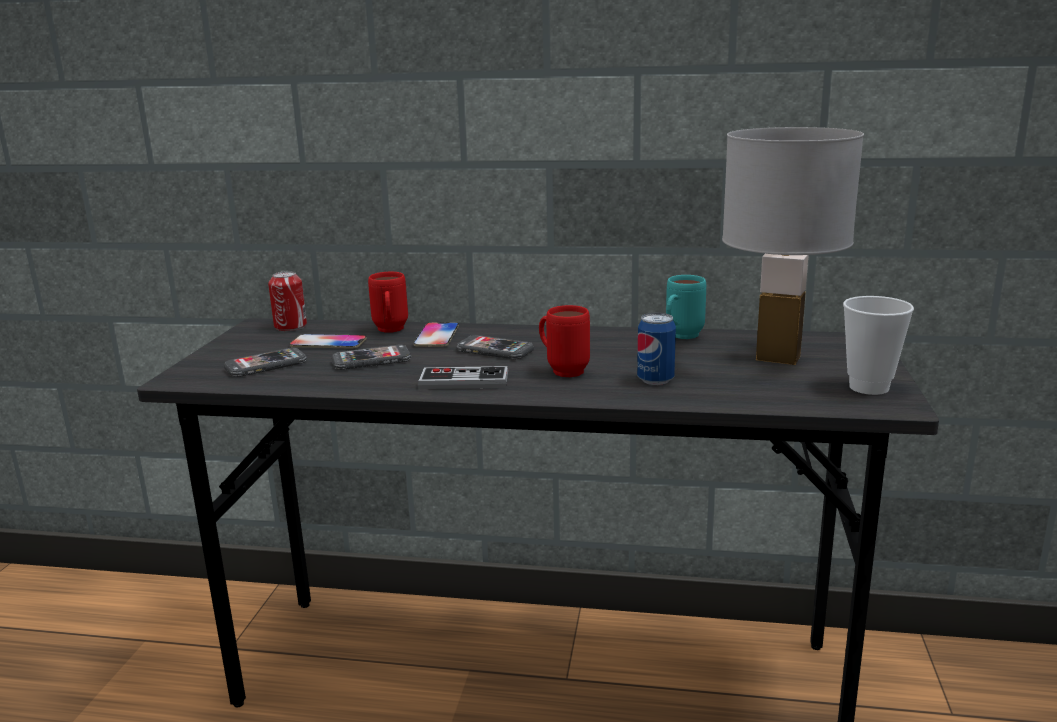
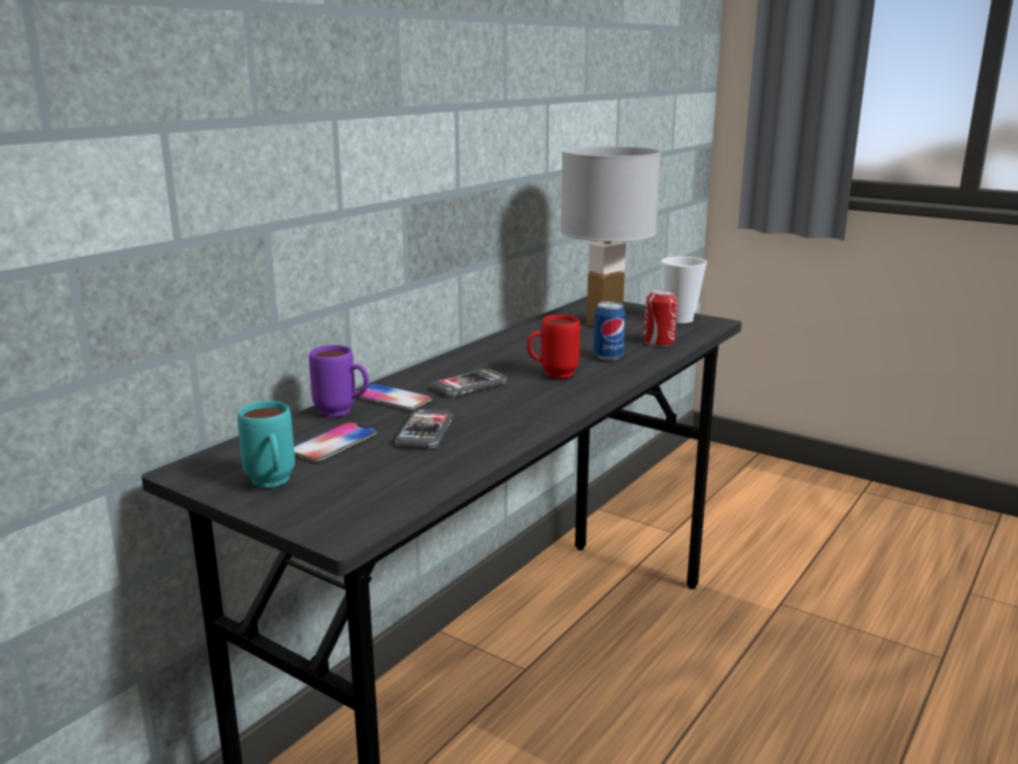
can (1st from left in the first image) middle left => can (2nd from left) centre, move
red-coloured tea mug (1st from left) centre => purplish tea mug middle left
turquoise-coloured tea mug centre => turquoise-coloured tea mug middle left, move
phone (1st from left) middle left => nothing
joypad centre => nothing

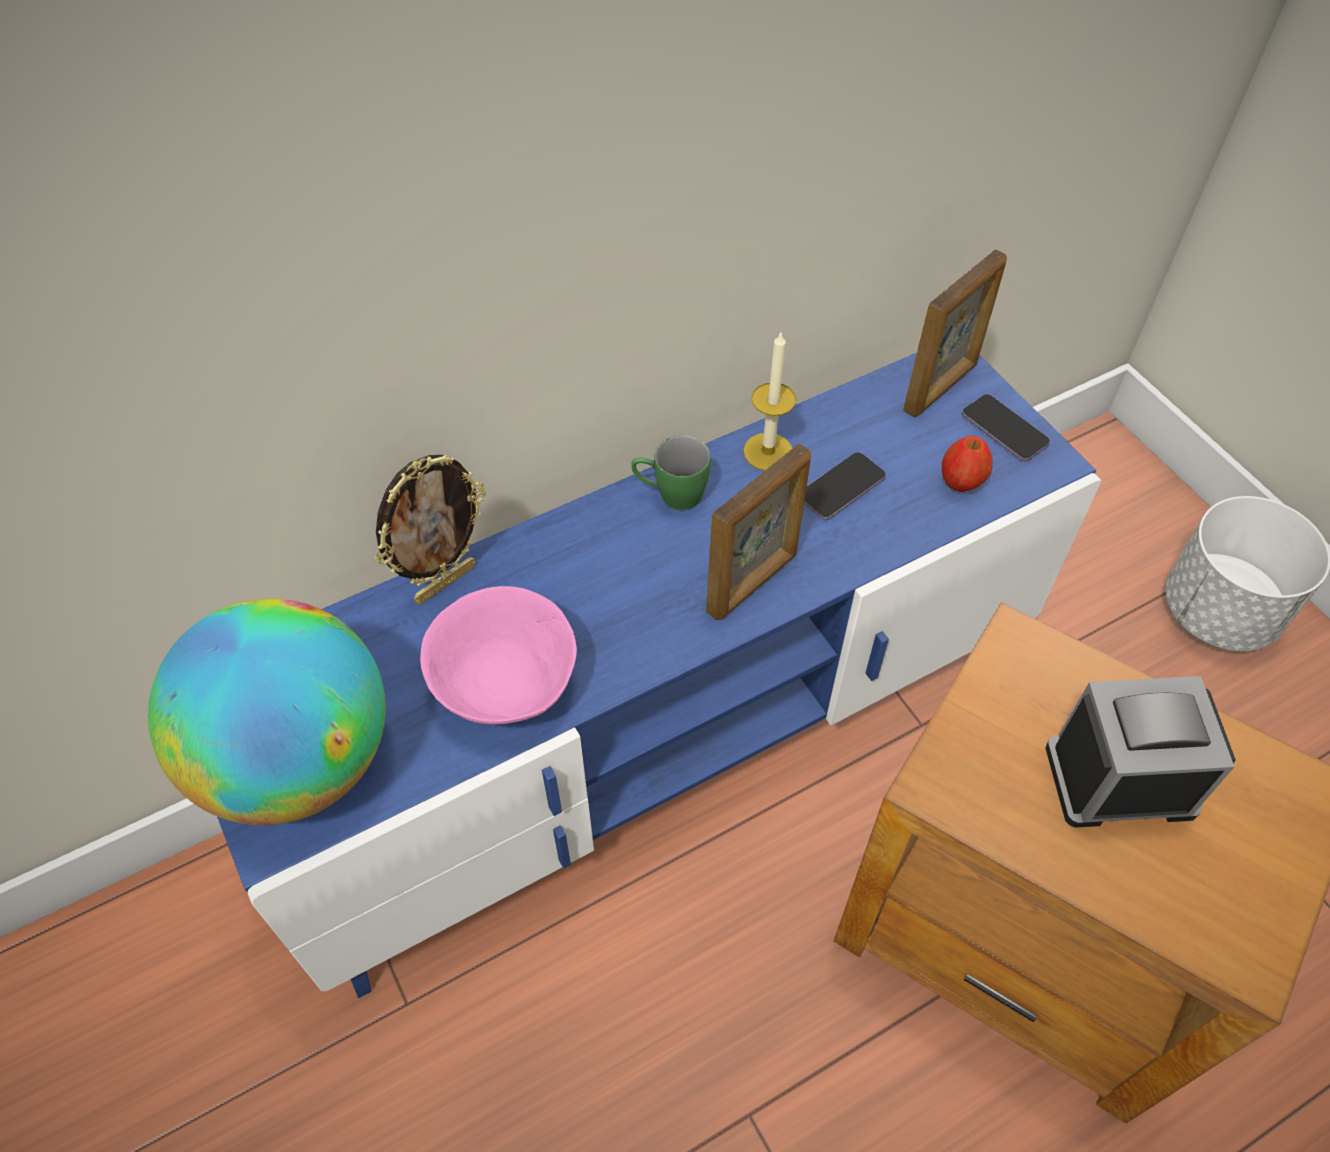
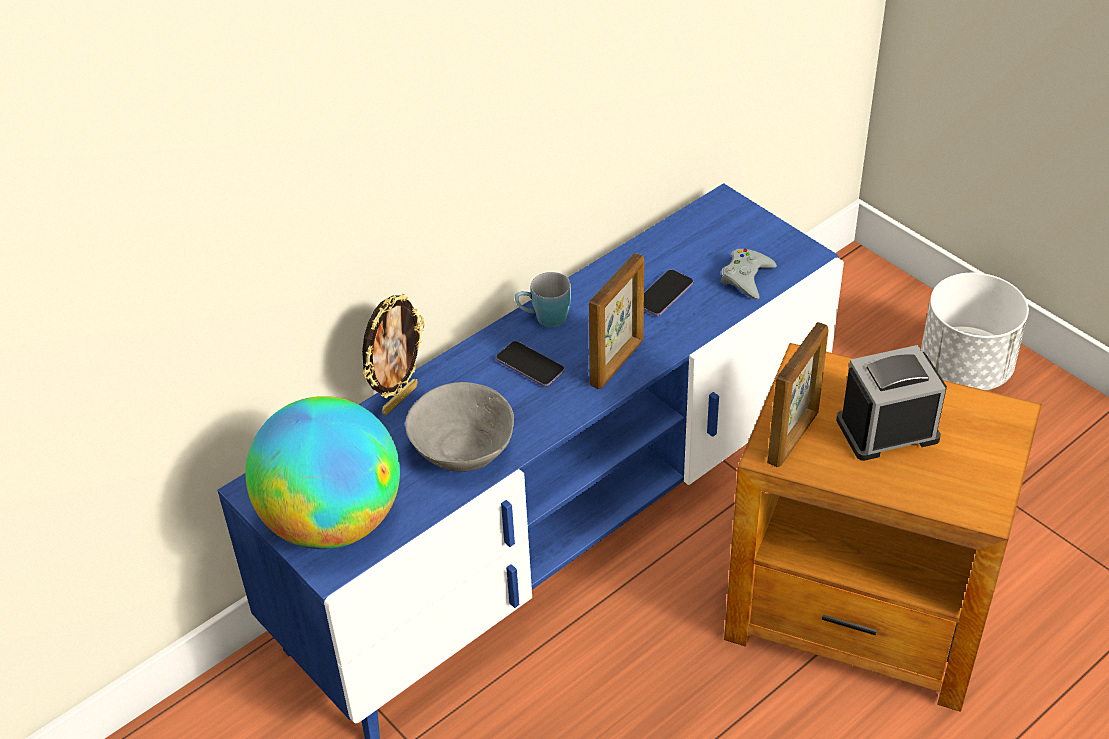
photo frame (3rd from left) top right => photo frame (3rd from left) middle right, move
wax candle centre => nothing
phone (2nd from left in the first image) middle right => phone (1st from left) centre, move
green-coloured tea mug centre => bluish tea mug centre
apple middle right => grey joypad middle right
pink-coloured serving bowl centre => grey serving bowl centre

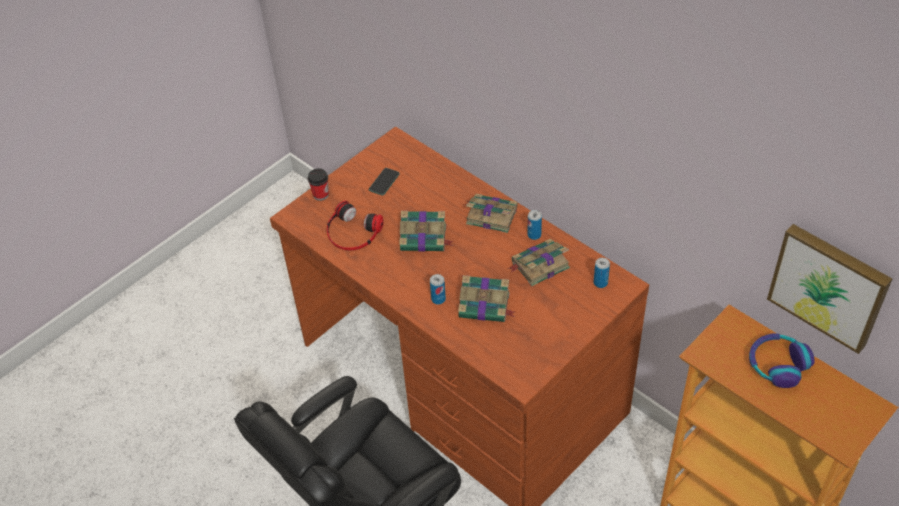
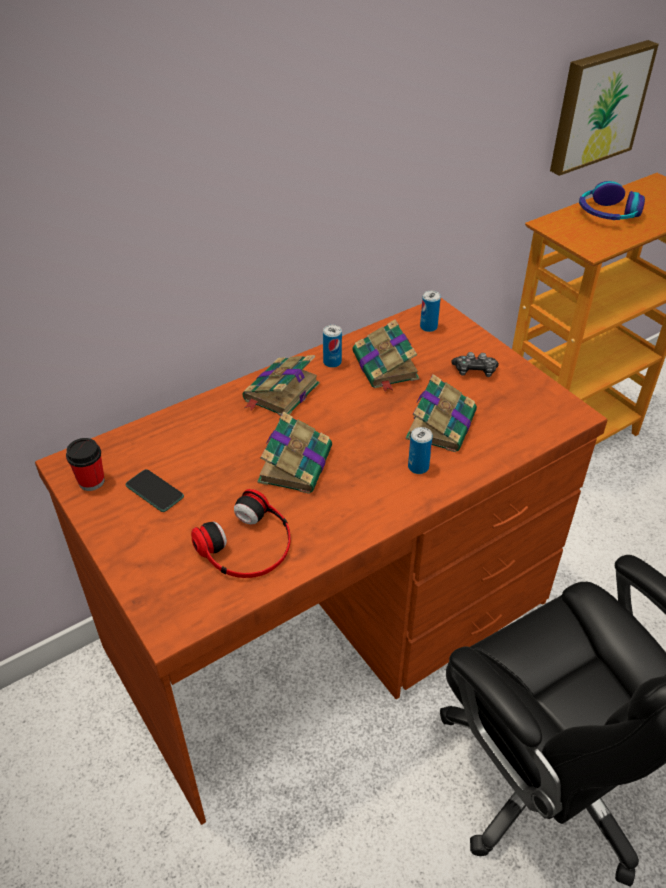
small cup centre => small cup middle left, move
nothing => joypad middle right

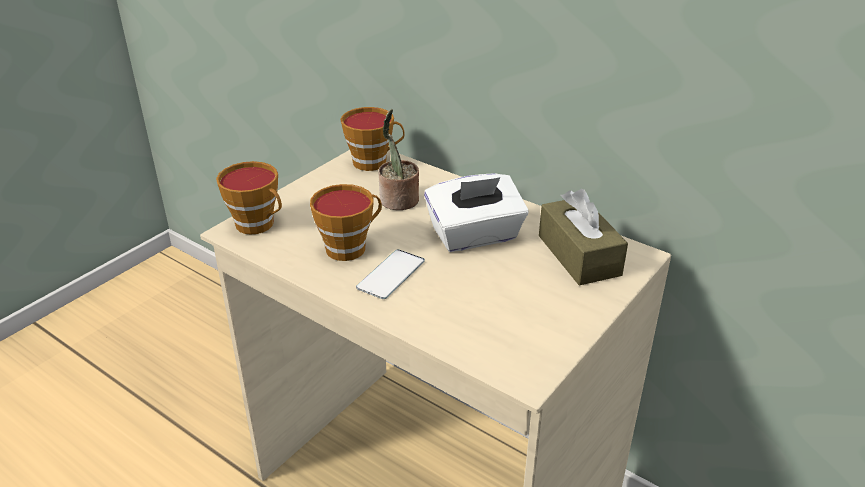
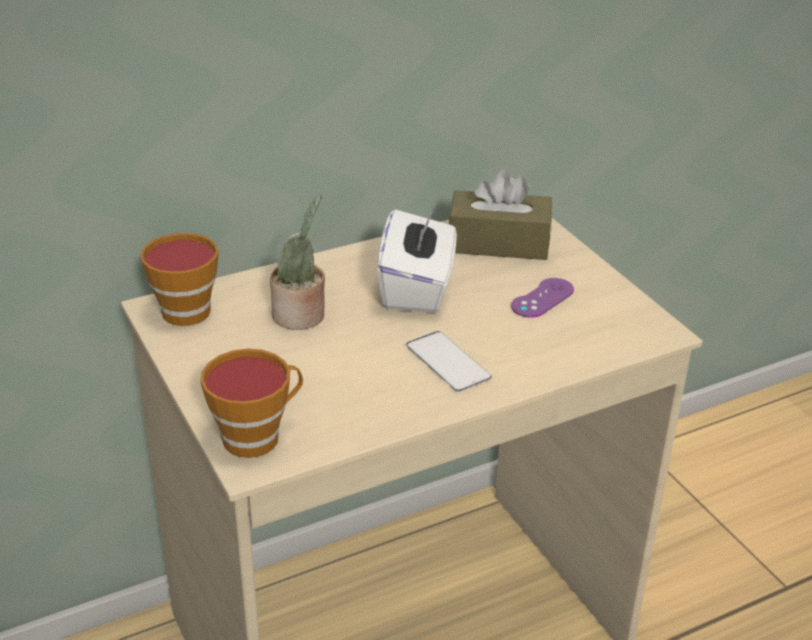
small cup (2nd from left) centre => nothing
nothing => purplish joypad middle right

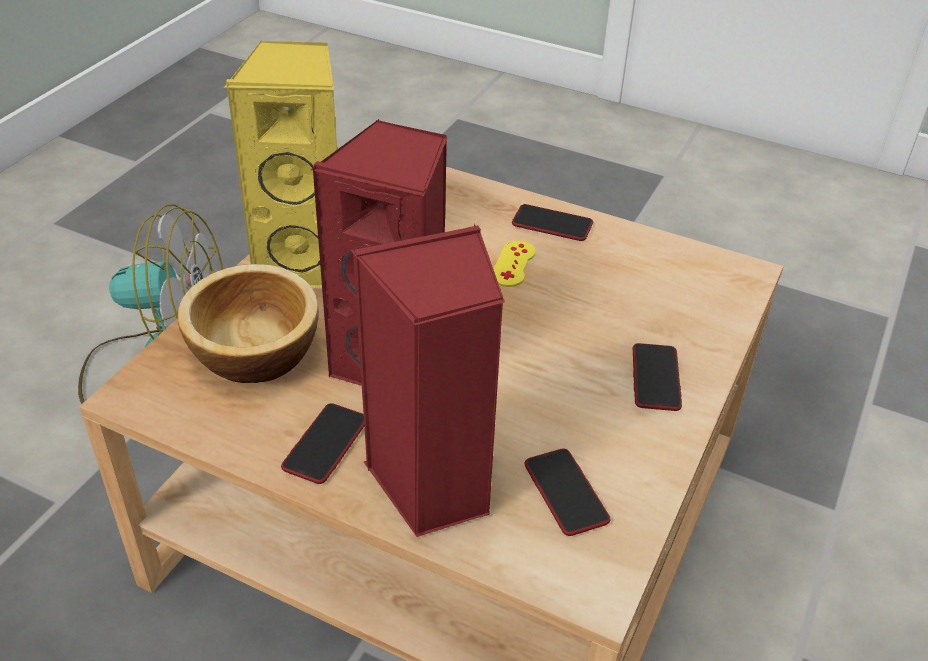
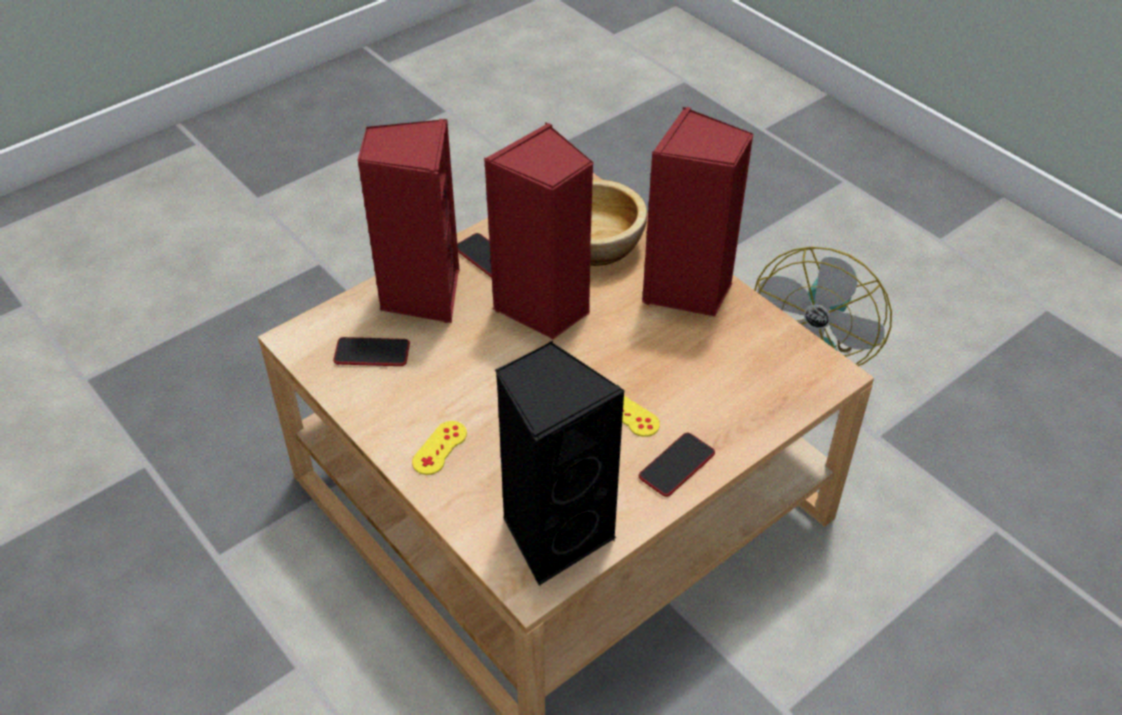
yellowish loudspeaker top left => red-coloured loudspeaker (3rd from left) top centre
phone (4th from left) middle right => yellowish joypad (1st from left) centre
nothing => black-coloured loudspeaker centre

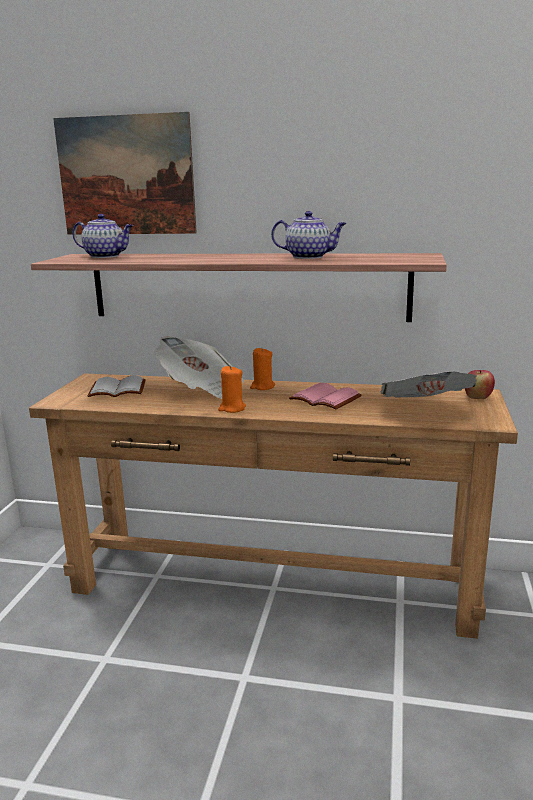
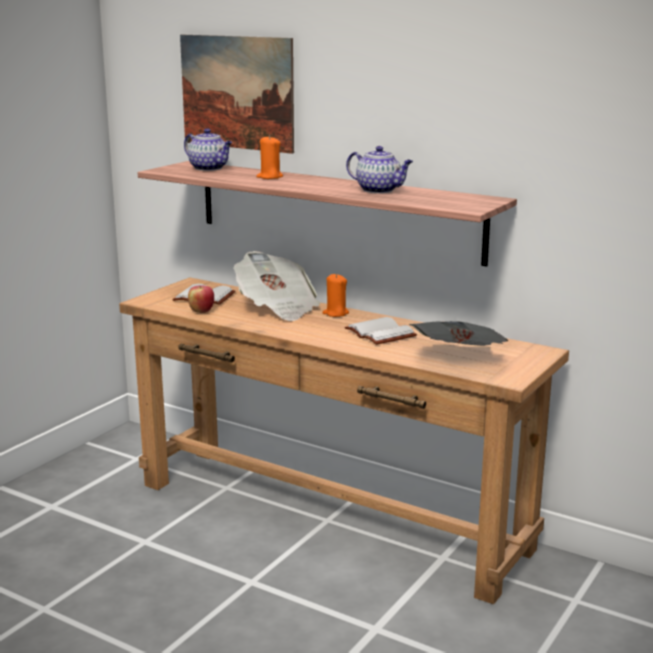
orange wax candle (1st from left) centre => orange wax candle (1st from left) top centre, move
apple middle right => apple middle left, move
pink-coloured volume centre => white volume (2nd from left) centre

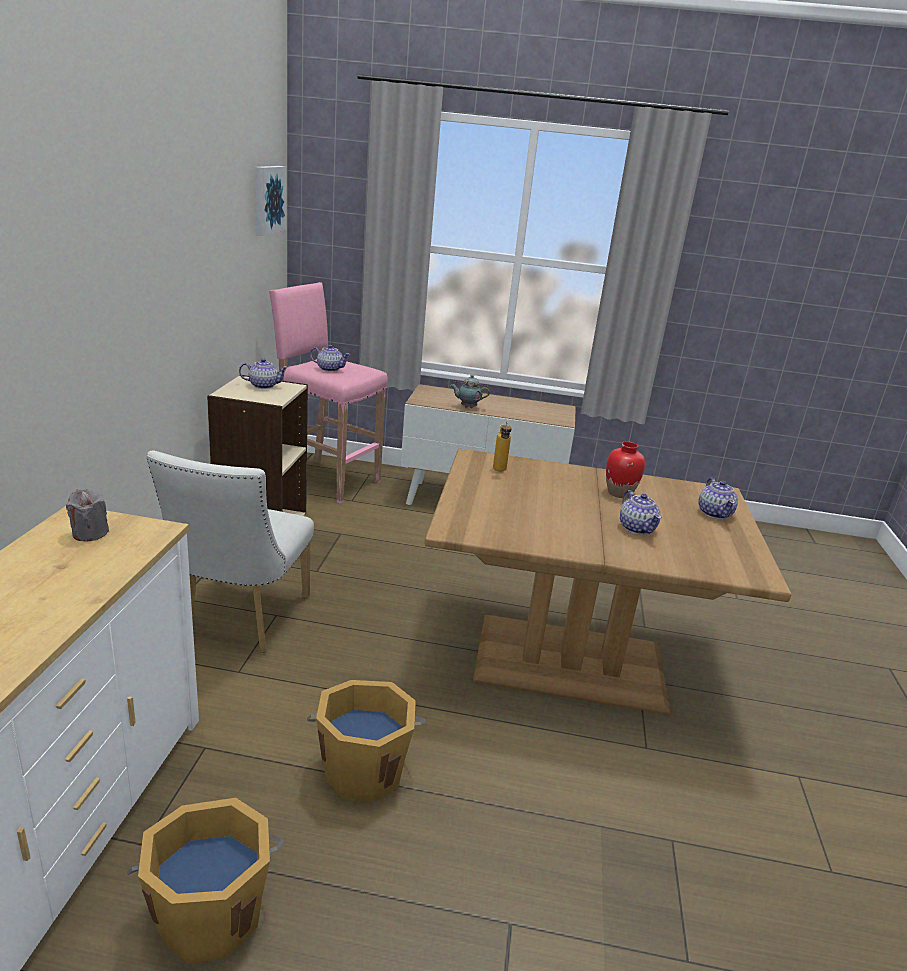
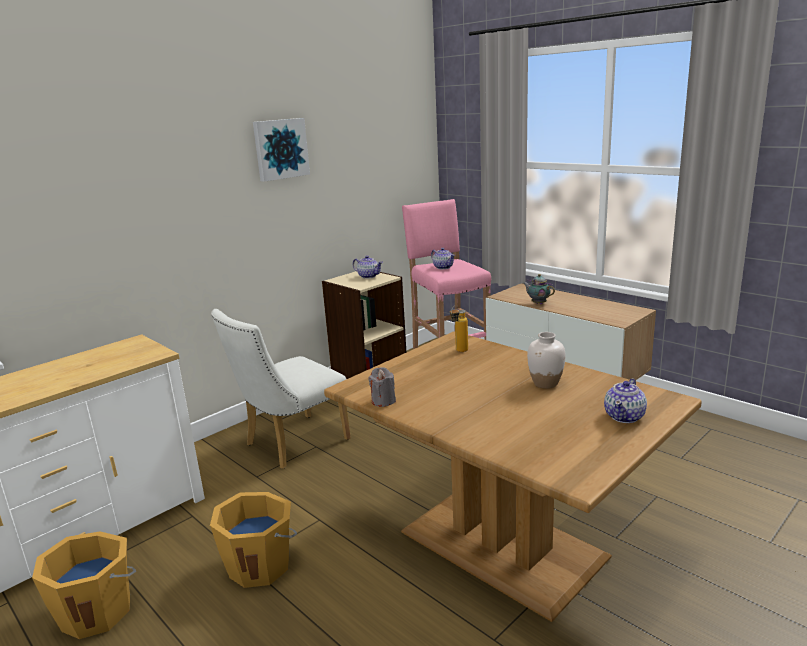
picture top left => picture top centre, move
red-coloured vase middle right => white vase middle right
grey wax candle middle left => grey wax candle centre, move
tea pot (4th from left) middle right => nothing

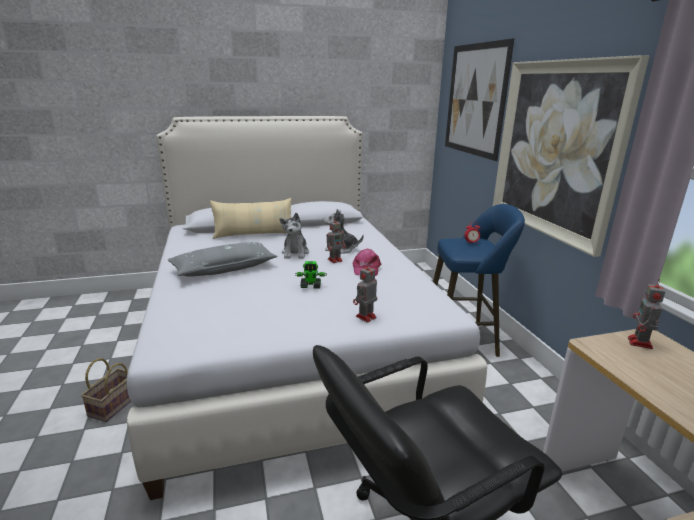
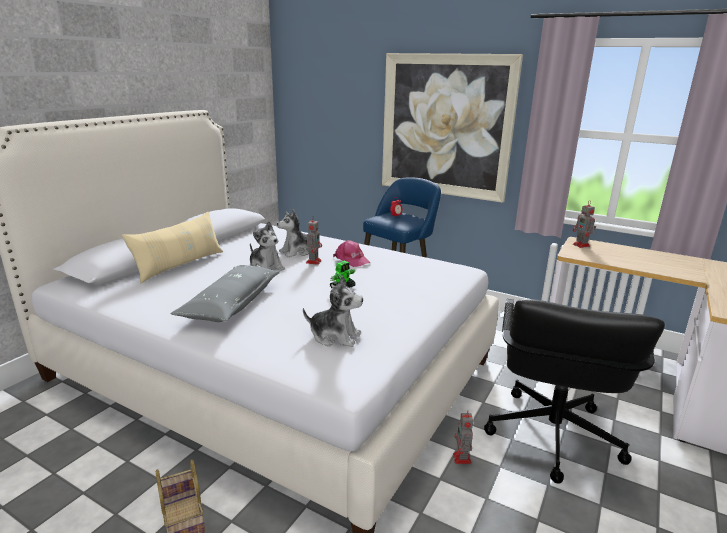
picture (1st from left) top right => nothing
model robot (3rd from left) centre => model robot (3rd from left) bottom centre, move
nothing => cuddly toy (3rd from left) centre

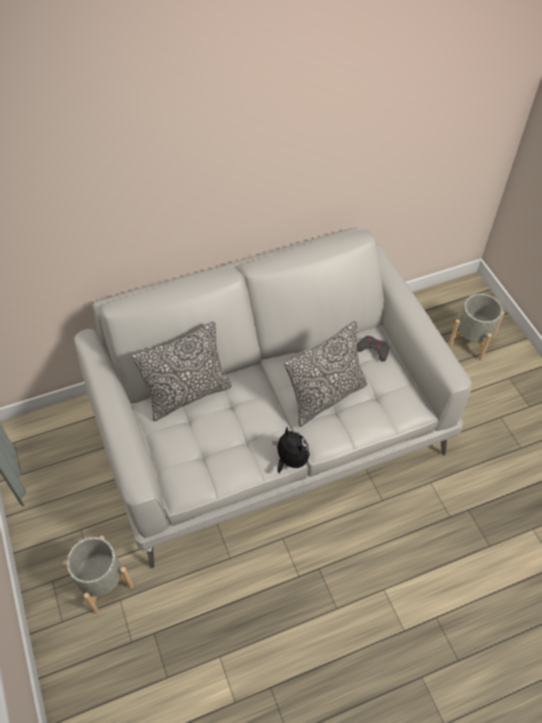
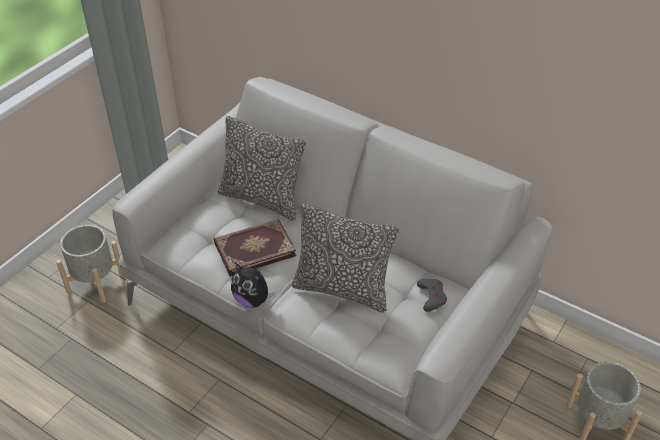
cuddly toy centre, 105 degrees clockwise
nothing => volume centre

